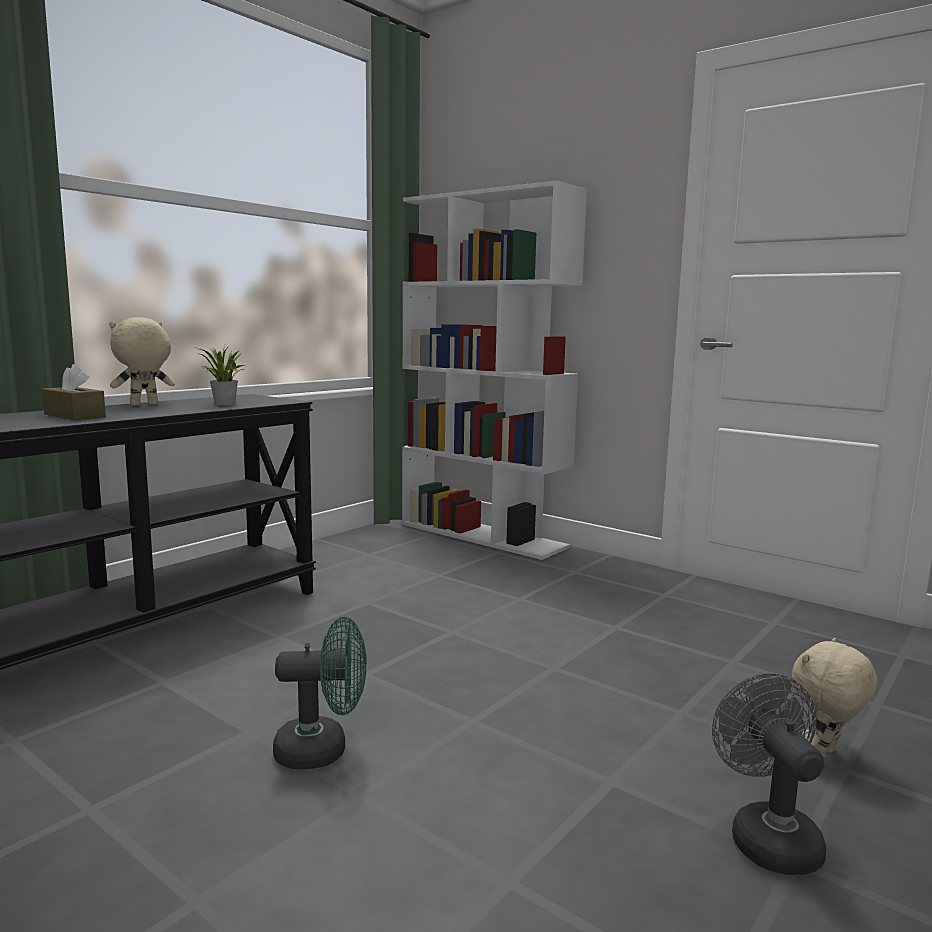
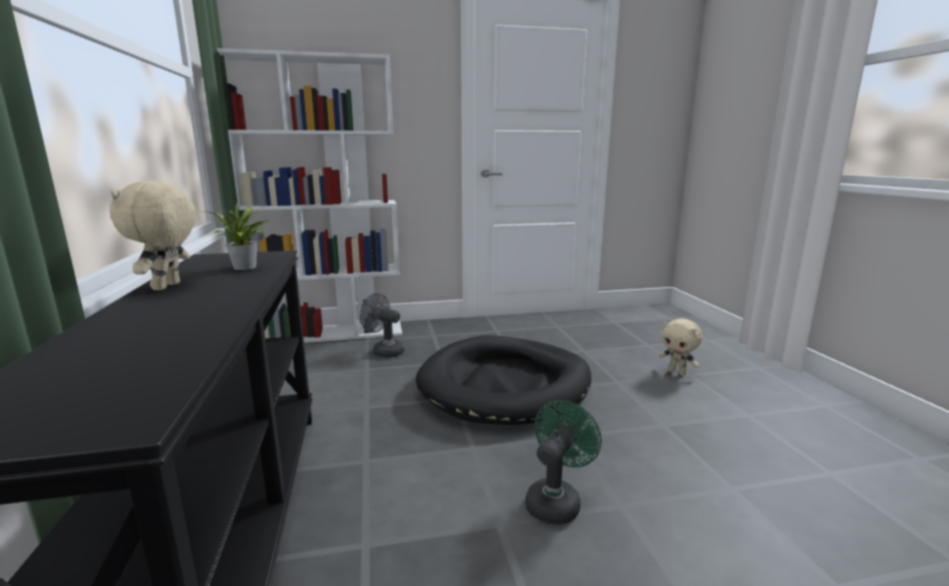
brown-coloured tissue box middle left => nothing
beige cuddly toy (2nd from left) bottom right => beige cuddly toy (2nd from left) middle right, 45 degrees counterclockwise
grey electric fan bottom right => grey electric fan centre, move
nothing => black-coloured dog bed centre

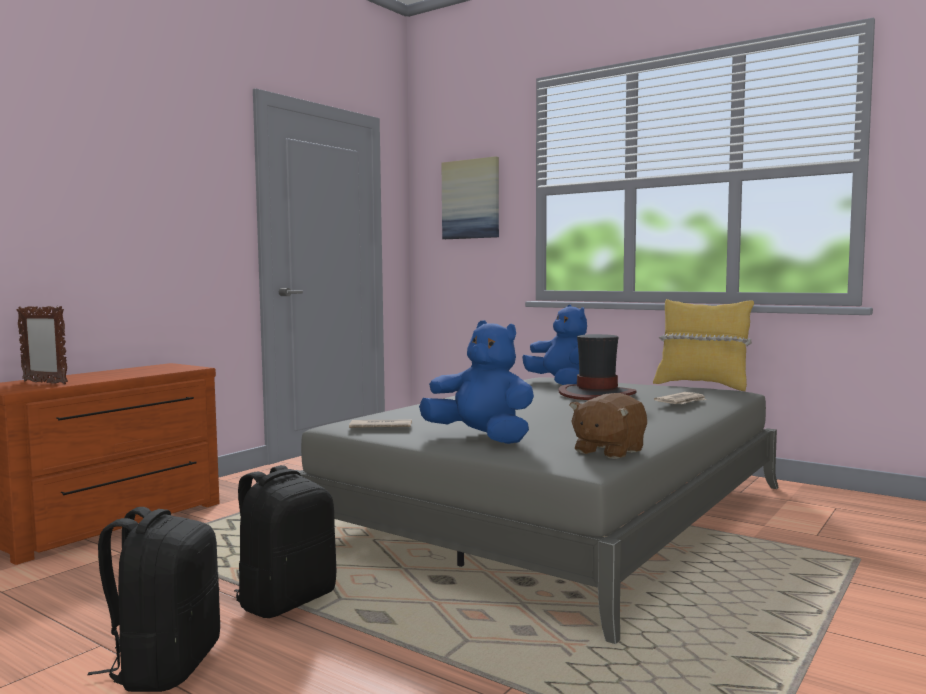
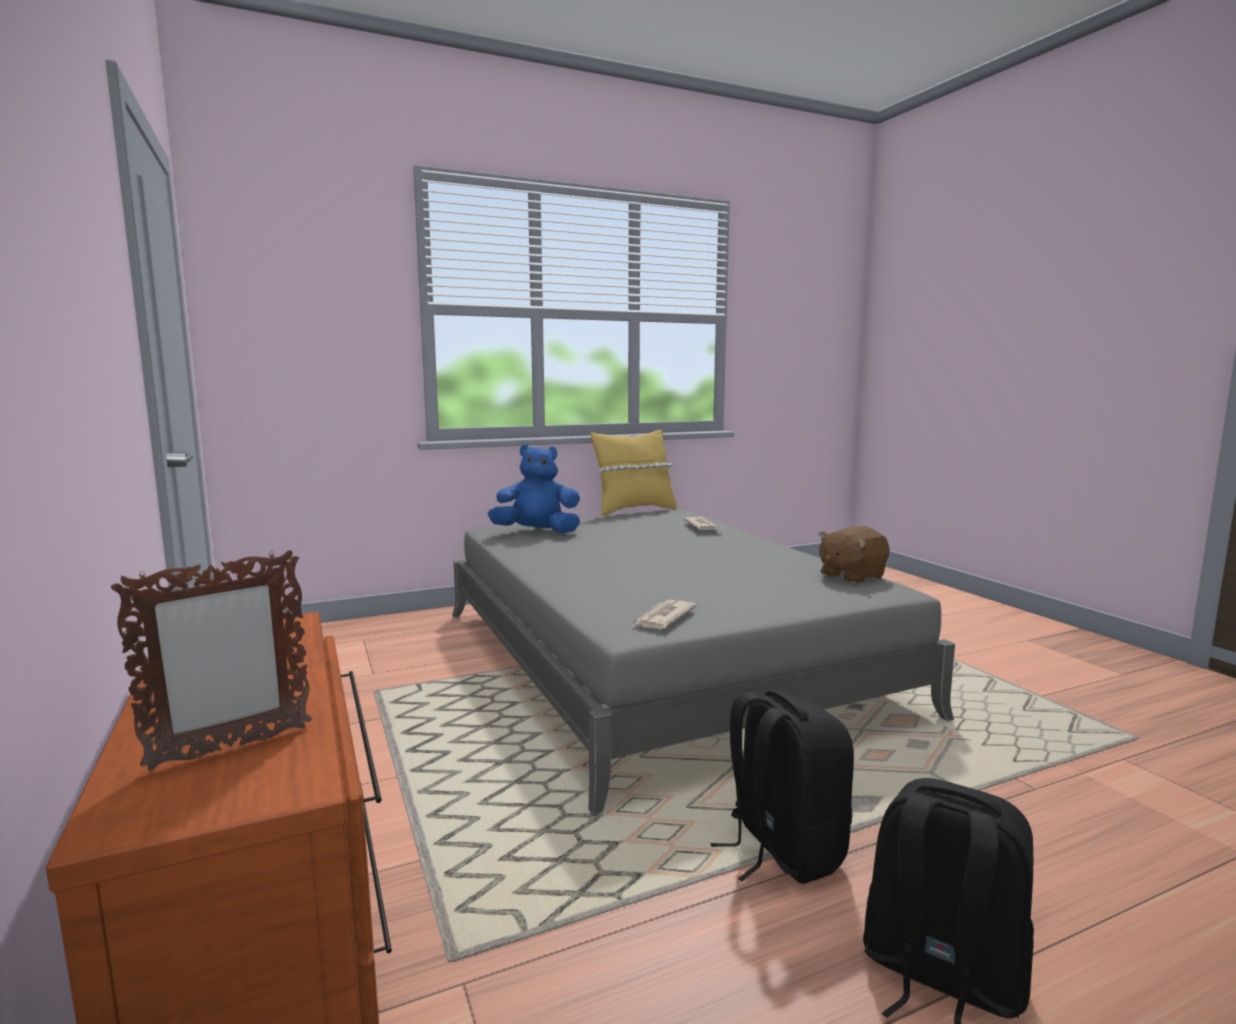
picture top centre => nothing
bluish cuddly toy (1st from left) centre => nothing
hat centre => nothing
brown-coloured cuddly toy centre => brown-coloured cuddly toy middle right, 75 degrees clockwise

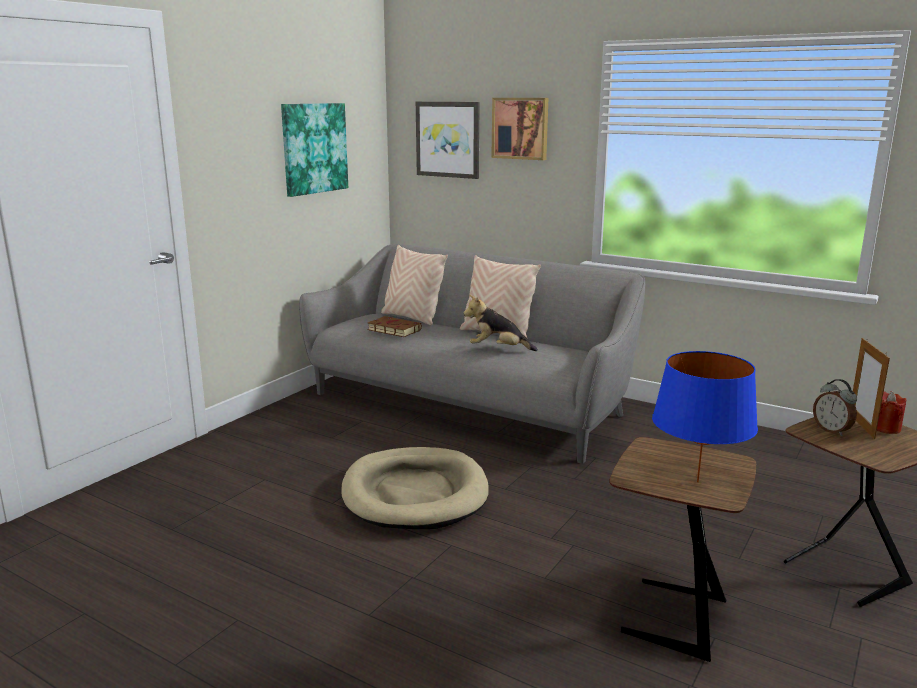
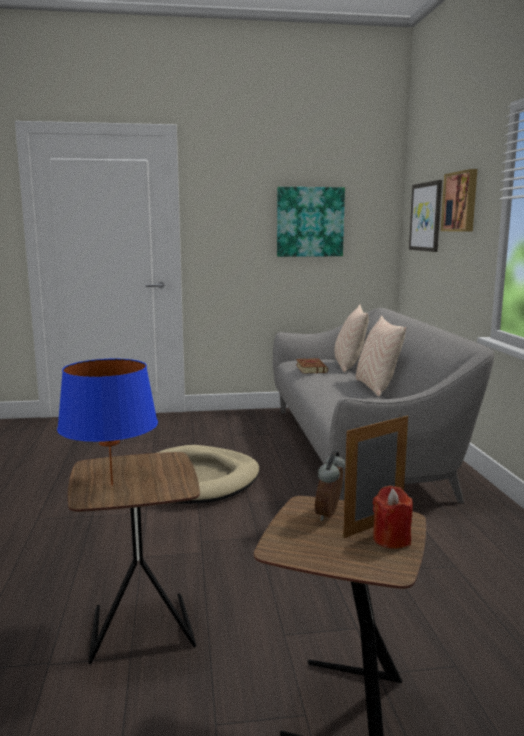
cuddly toy centre => nothing

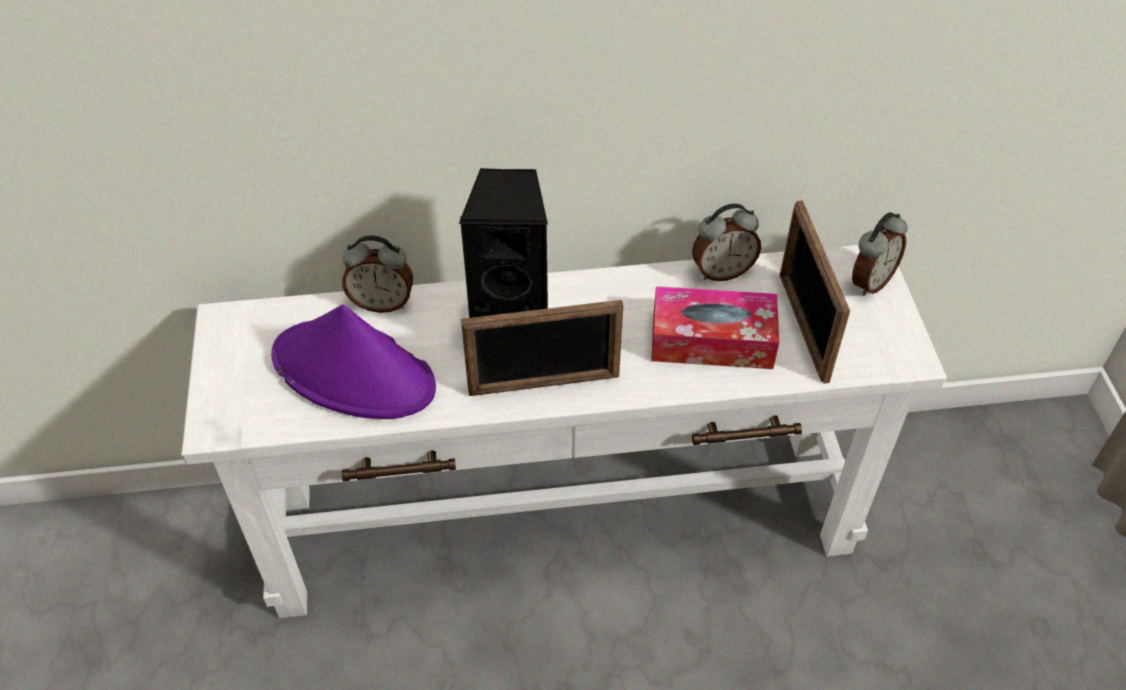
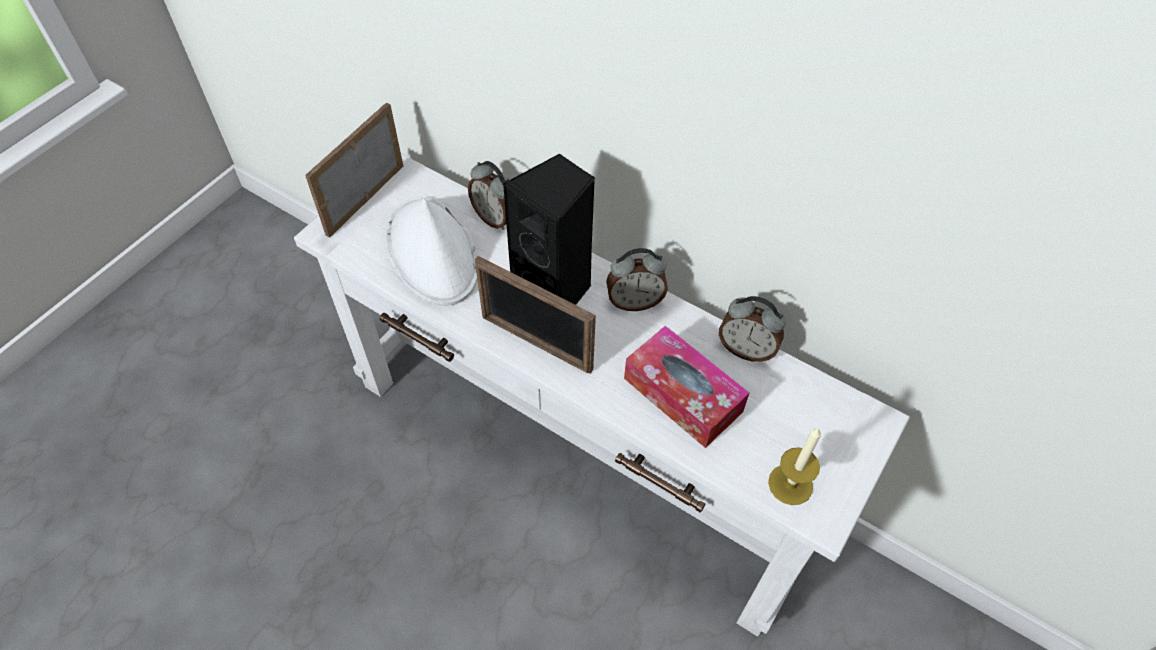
photo frame (2nd from left in the first image) middle right => photo frame (1st from left) top left, move
bedside clock (3rd from left in the first image) middle right => bedside clock (2nd from left) centre, move
purplish hat middle left => white hat centre
nothing => wax candle bottom right

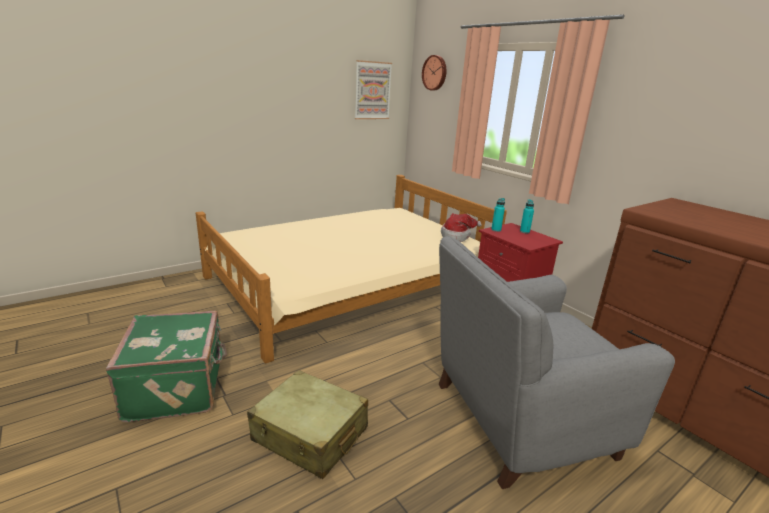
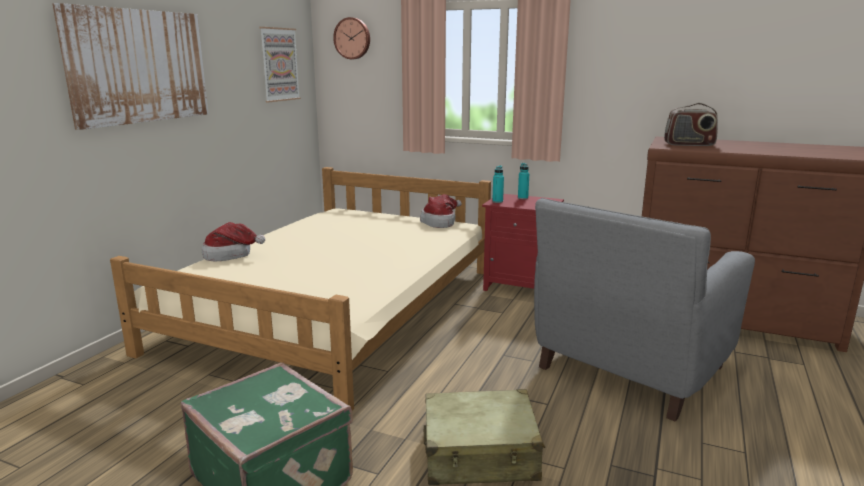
nothing => picture (1st from left) top left
nothing => radio set top right
nothing => hat (1st from left) middle left

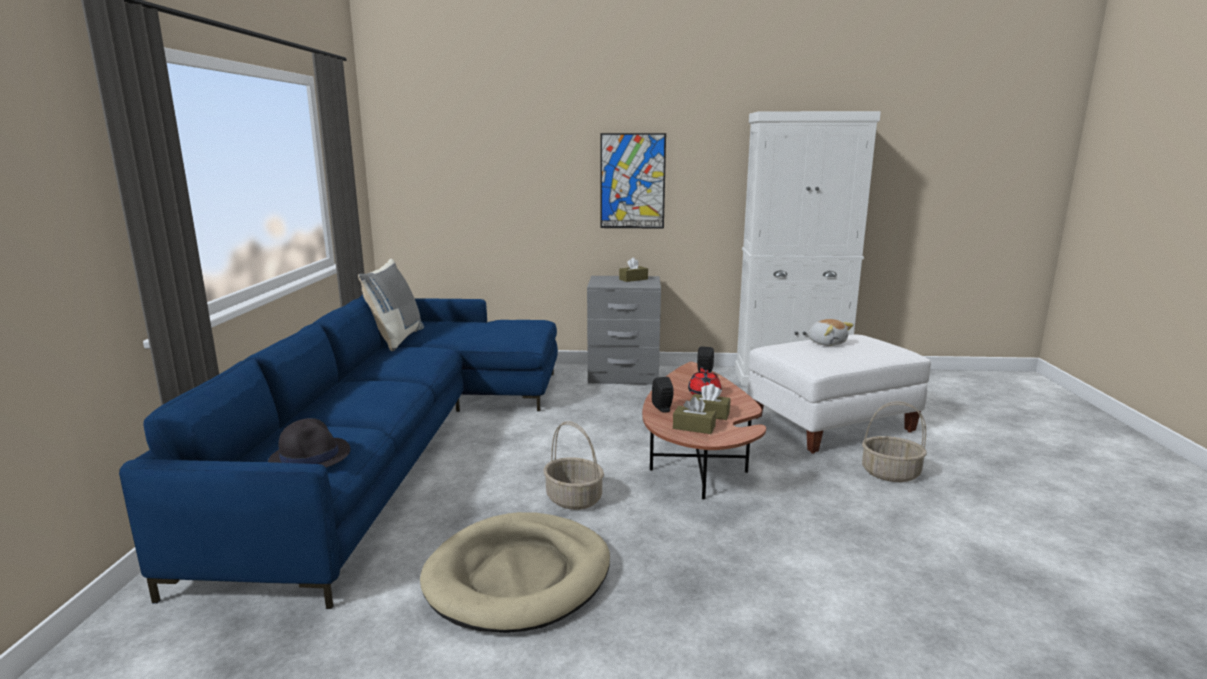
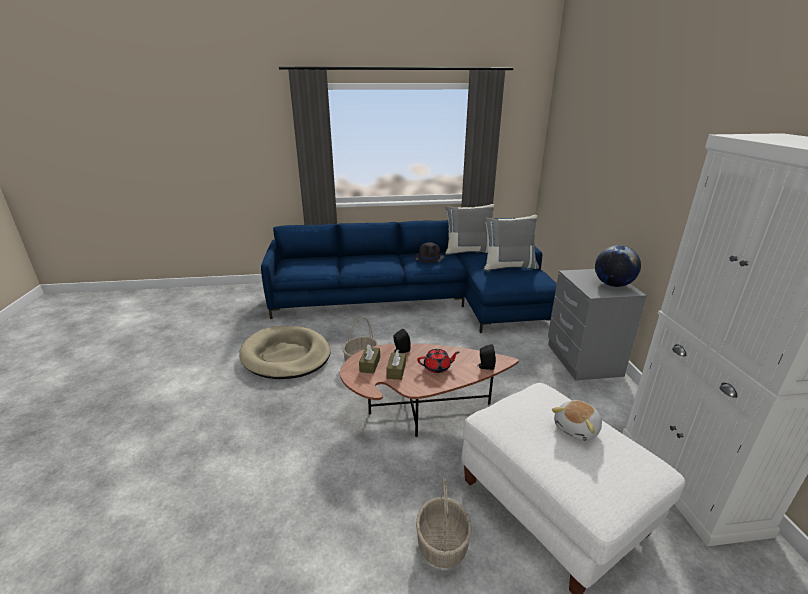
picture top centre => nothing
brown-coloured tissue box (1st from left) centre => world globe middle right
black-coloured hat middle left => black-coloured hat centre, move
nothing => grey cushion (2nd from left) centre

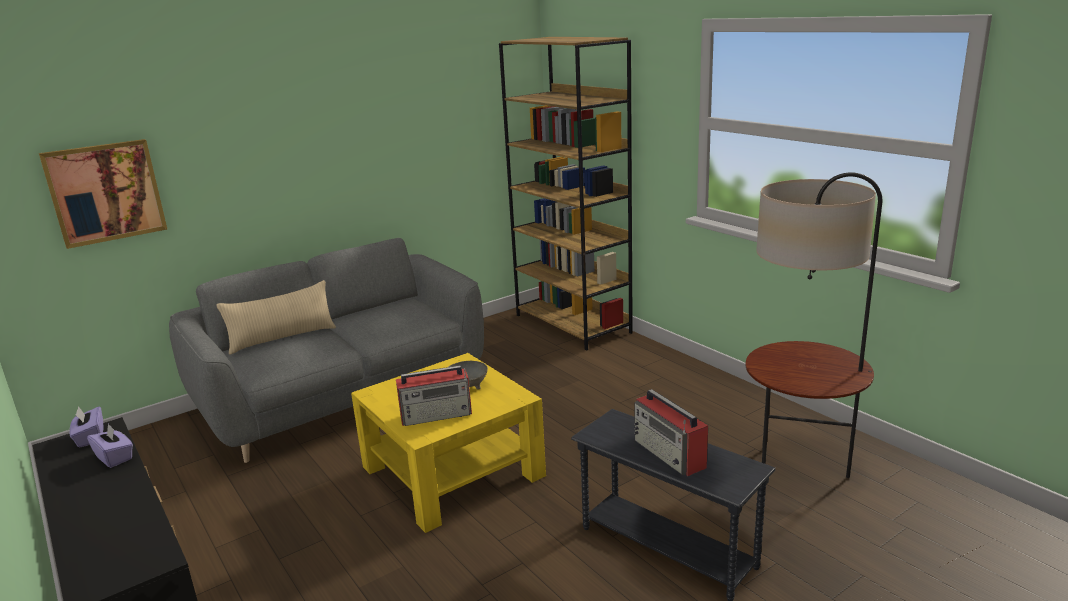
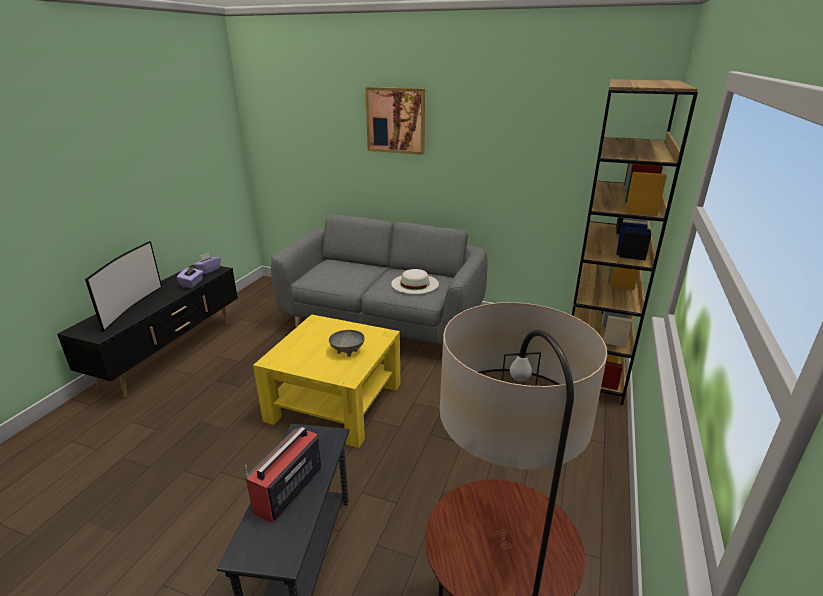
picture top left => picture top centre, move
beige cushion middle left => nothing
radio set (1st from left) centre => nothing
nothing => television middle left
nothing => white hat centre

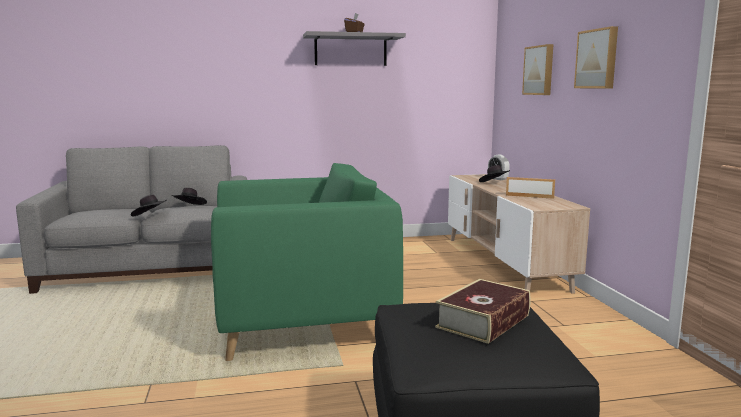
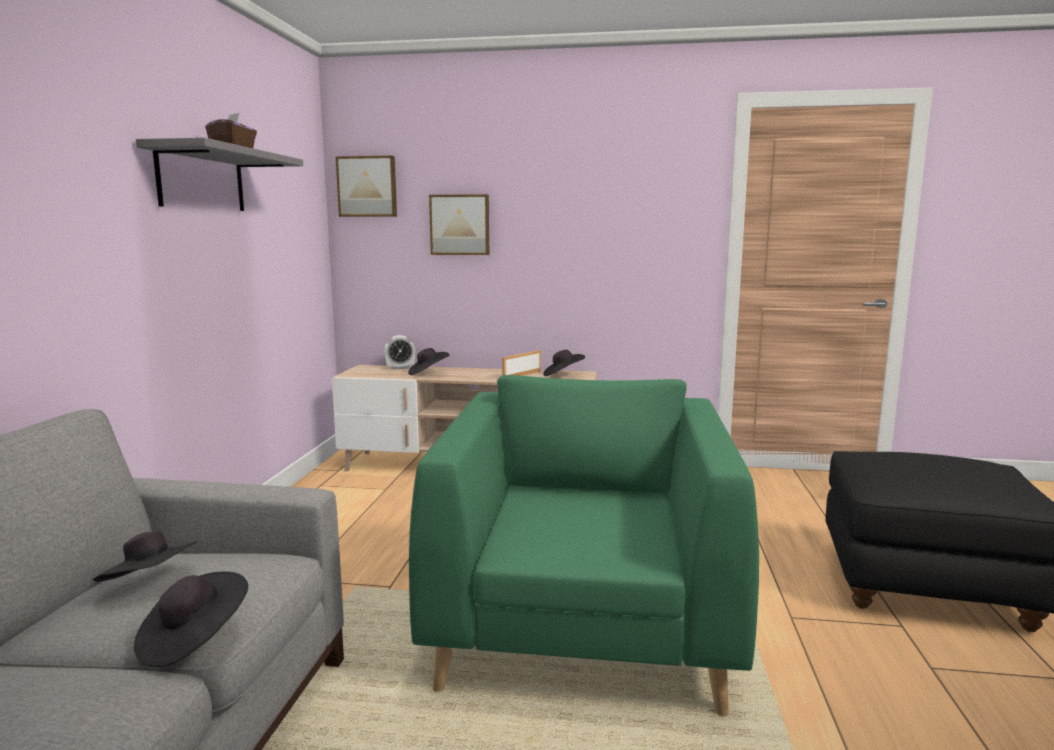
picture (2nd from left in the first image) top right => picture (1st from left) top centre, move
volume bottom centre => nothing
nothing => black-coloured hat (4th from left) centre

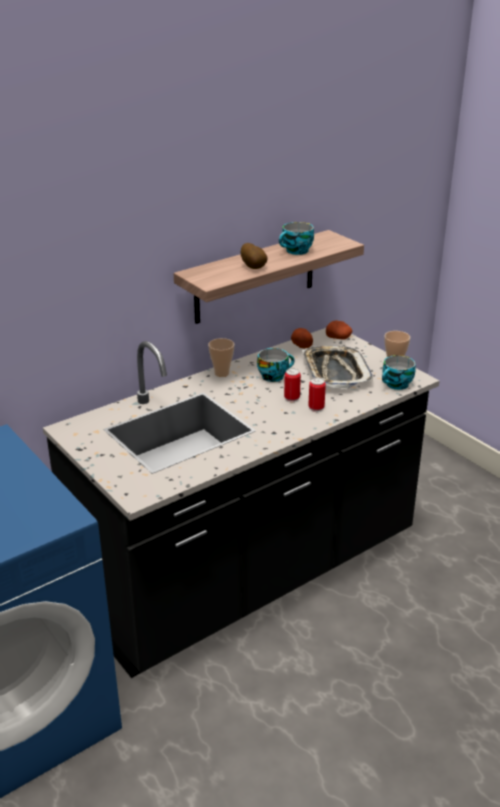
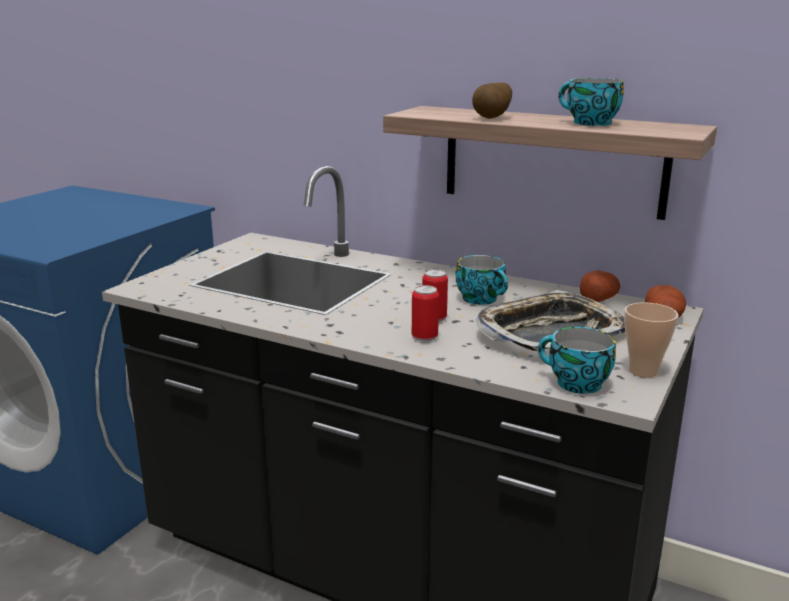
small cup (1st from left) centre => nothing

